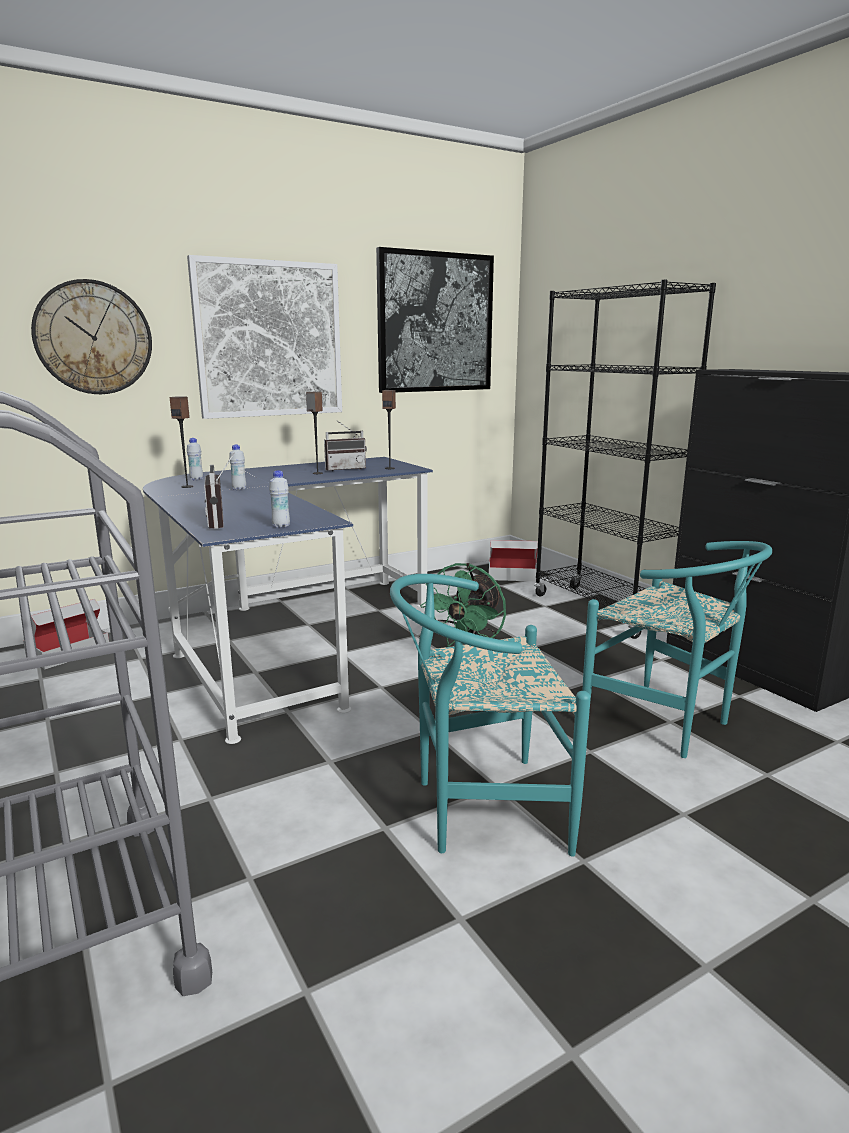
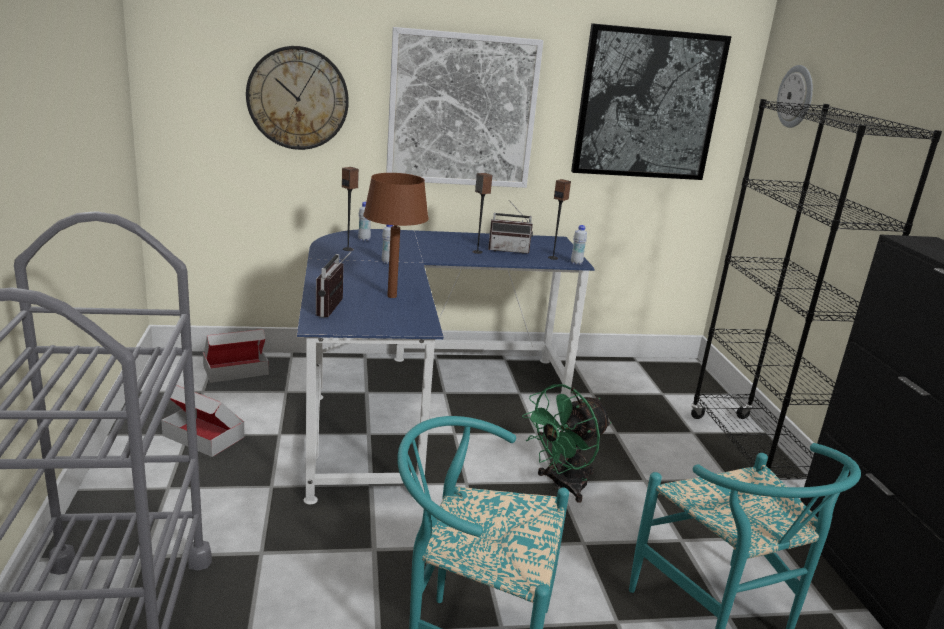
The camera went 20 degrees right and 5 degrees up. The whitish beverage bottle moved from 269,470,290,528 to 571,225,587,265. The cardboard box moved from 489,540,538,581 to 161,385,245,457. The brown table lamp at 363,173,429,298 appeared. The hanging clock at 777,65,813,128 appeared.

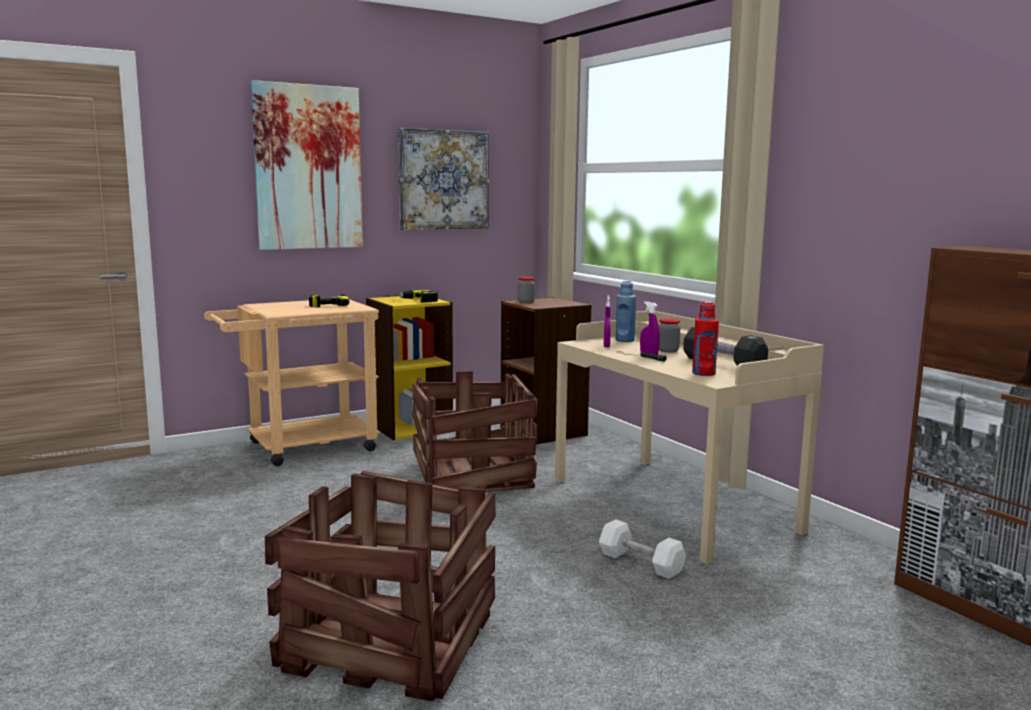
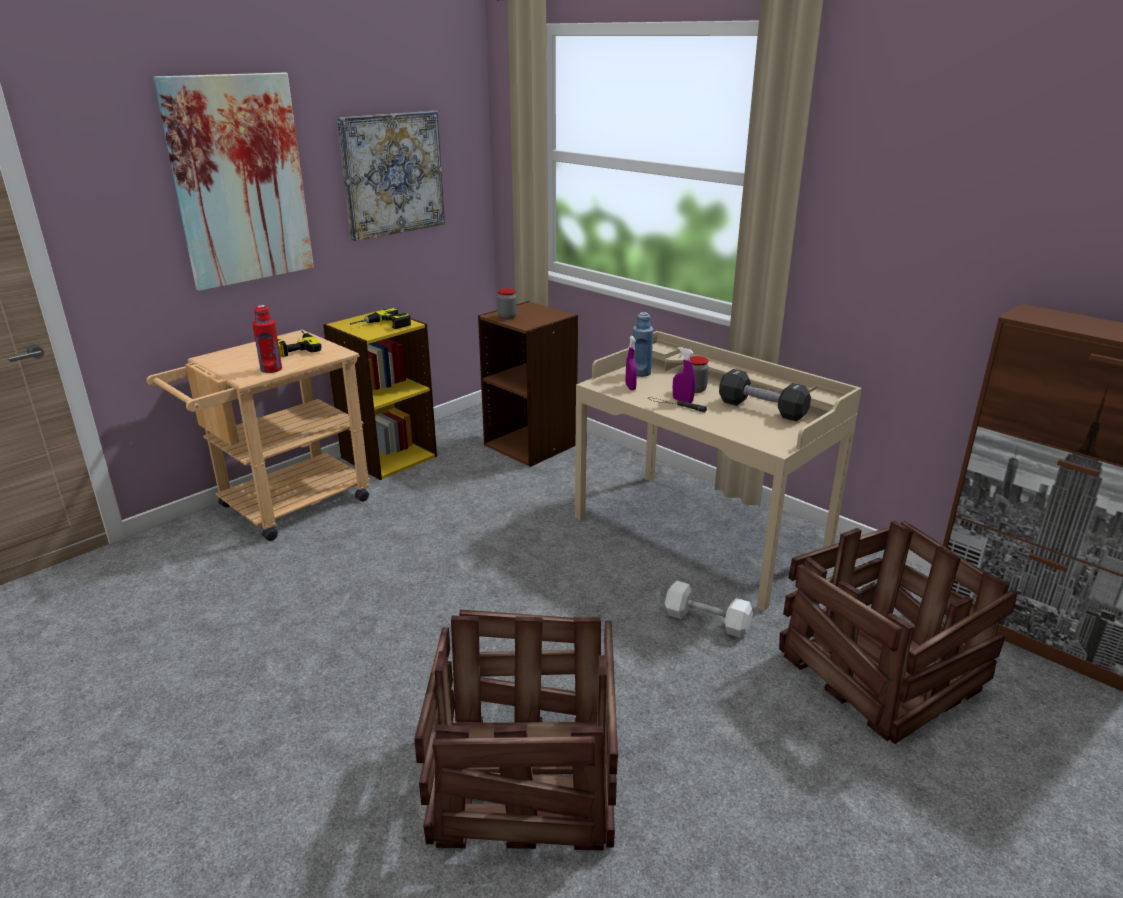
The camera went 15 degrees left and 15 degrees up. The crate moved from 412,371,538,492 to 779,520,1017,744. The red beverage bottle moved from 692,301,719,376 to 252,305,282,373.

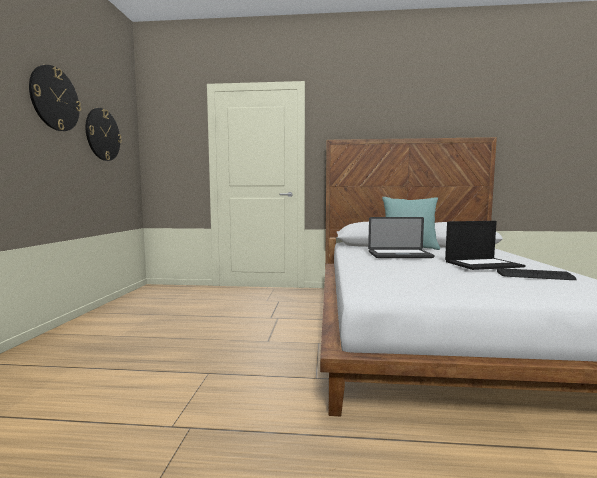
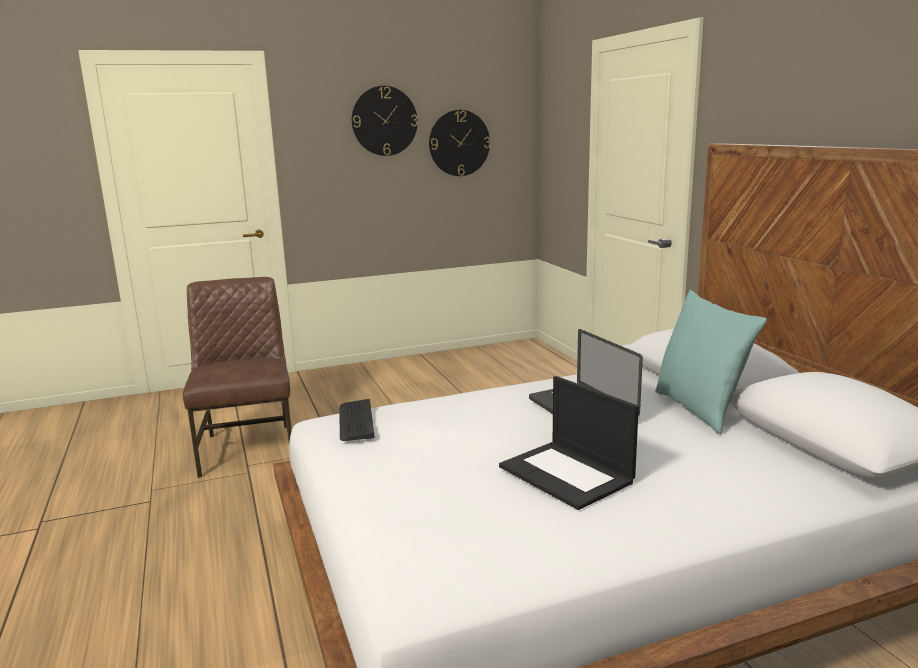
The camera went 65 degrees right and 10 degrees up. The computer keyboard moved from 497,268,577,280 to 339,399,374,441. The brown upright chair at 183,277,292,478 appeared.

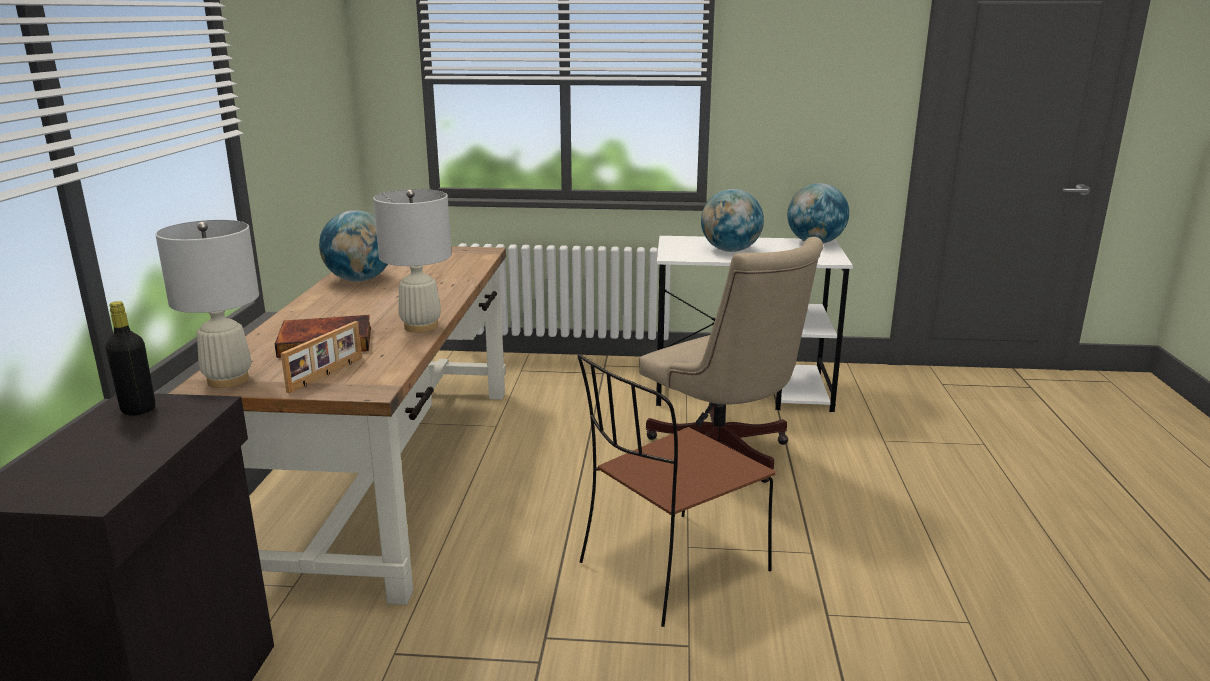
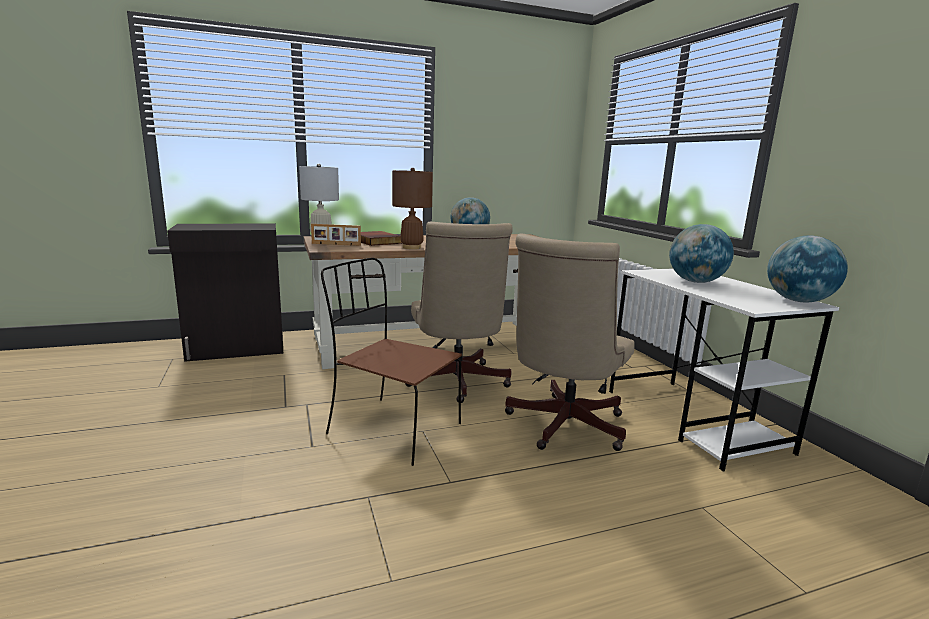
The camera went 65 degrees right and 5 degrees down. The blackish beverage bottle at 105,301,155,415 disappeared. The whitish table lamp at 373,189,451,333 became the brown table lamp at 392,168,433,249. The sand-coloured desk chair at 405,222,513,403 appeared.

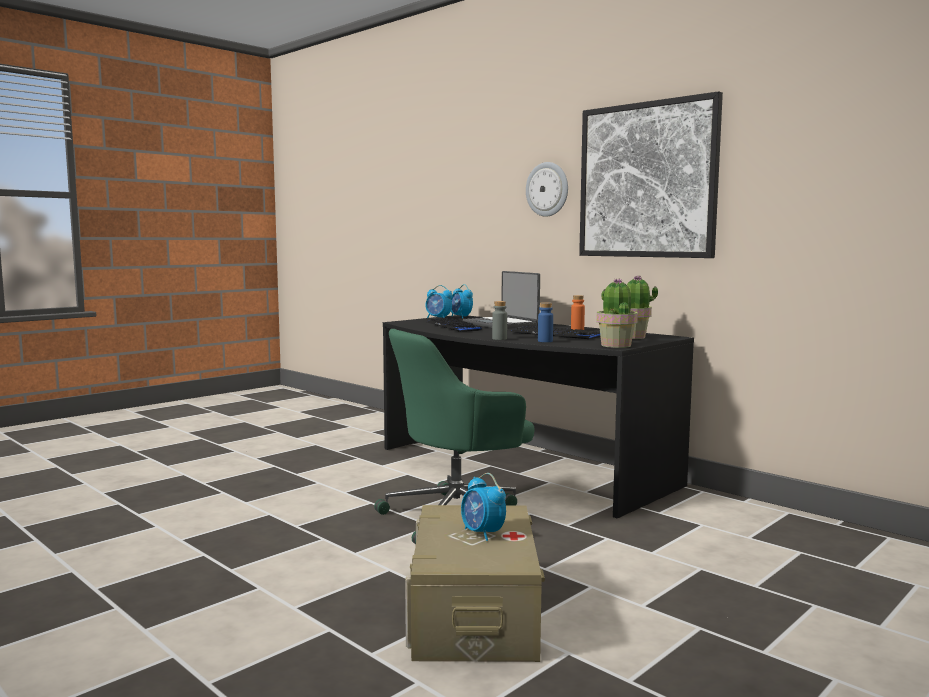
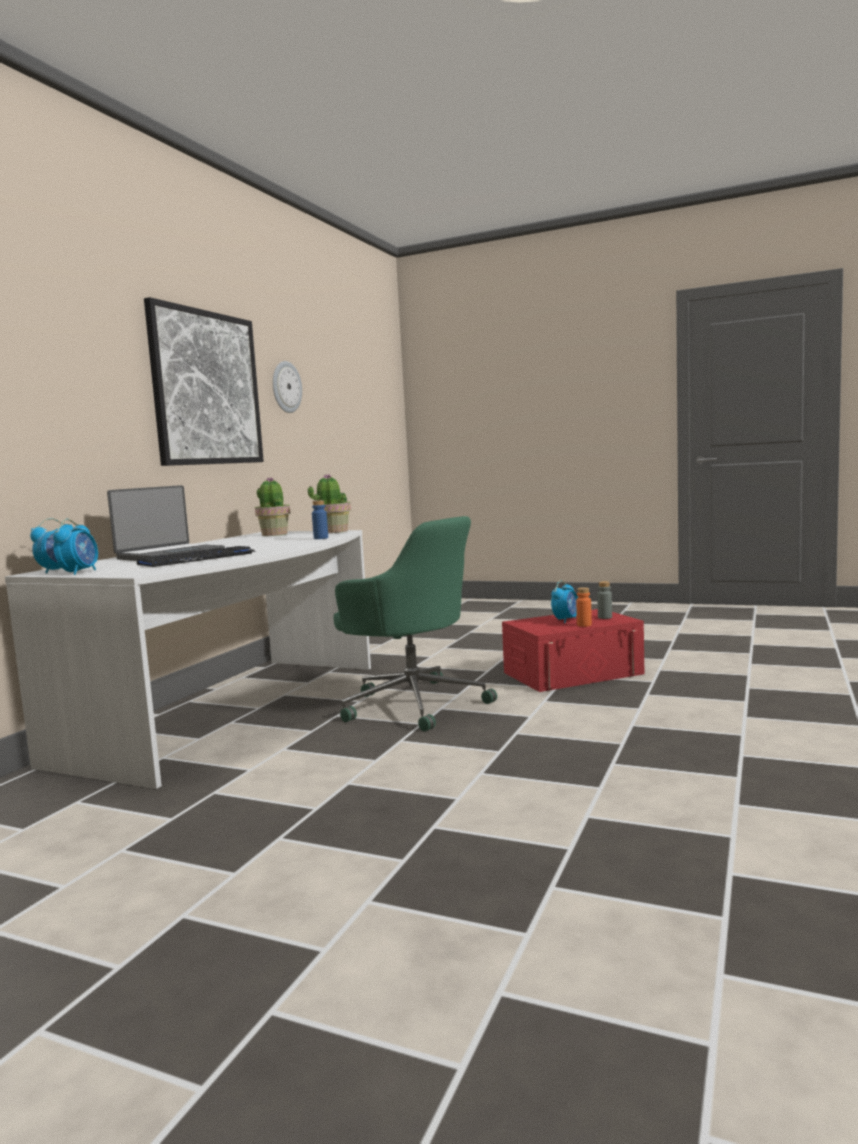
The camera went 110 degrees left and 0 degrees up. The blackish desk table at 383,315,694,519 became the whitish desk table at 5,530,371,789. The sand-coloured storage container at 405,505,545,662 became the red storage container at 502,609,644,692. The greyish beverage bottle moved from 492,301,507,340 to 597,581,612,619. The computer keyboard at 511,325,600,339 disappeared. The hanging clock moved from 526,162,568,217 to 273,361,302,413. The orangey beverage bottle moved from 571,295,585,330 to 576,587,592,627.

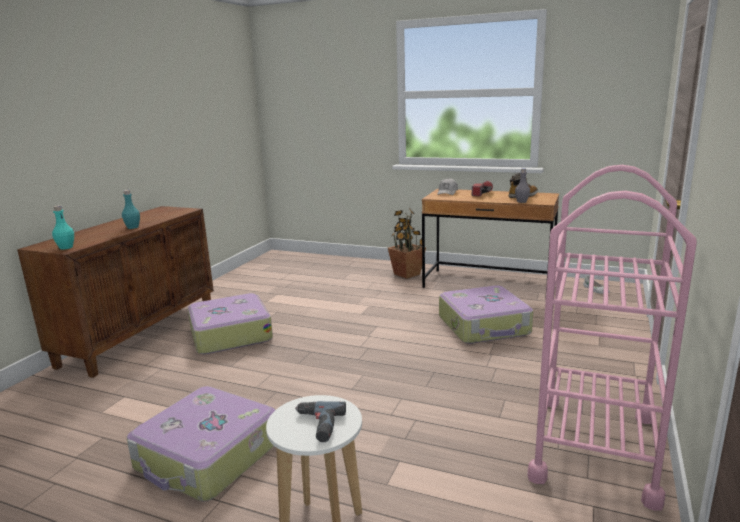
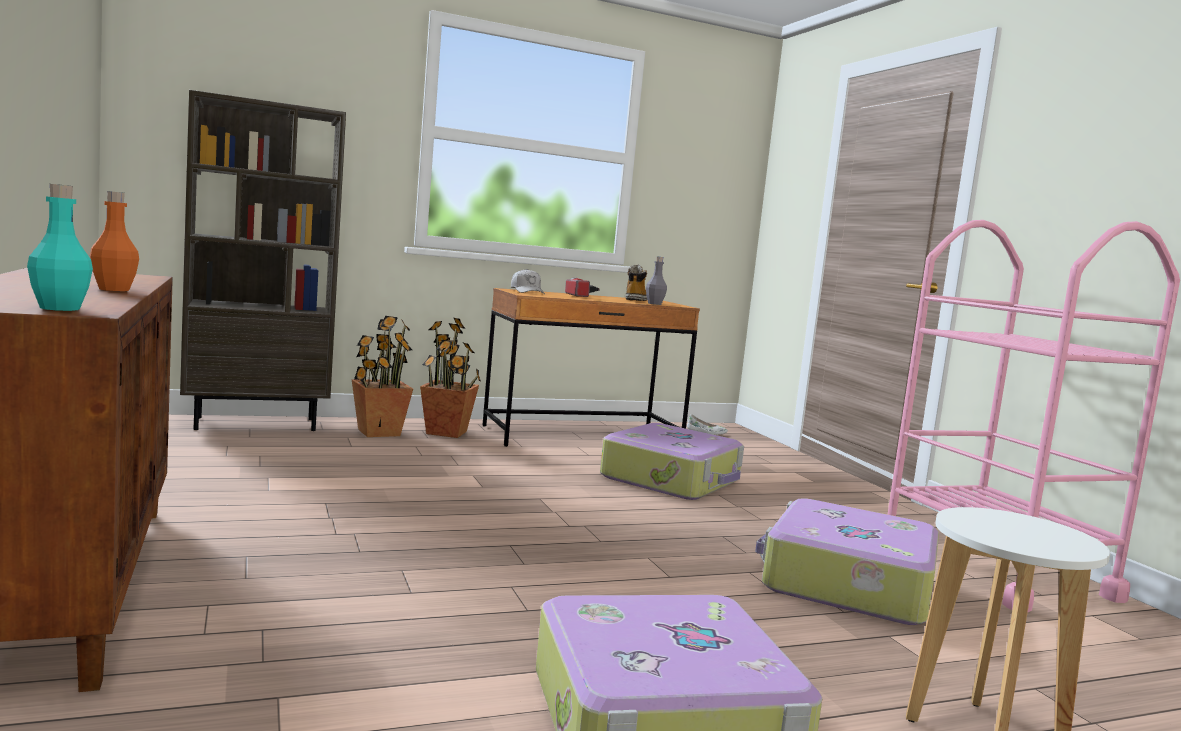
The camera went 45 degrees left and 10 degrees down. The turquoise beverage bottle at 122,190,140,229 became the orangey beverage bottle at 90,191,139,291. The travel case moved from 188,293,273,354 to 755,498,939,625. The drill at 295,401,346,442 disappeared. The brown bookshelf at 180,90,346,431 appeared. The plant in a pot at 352,316,413,437 appeared.

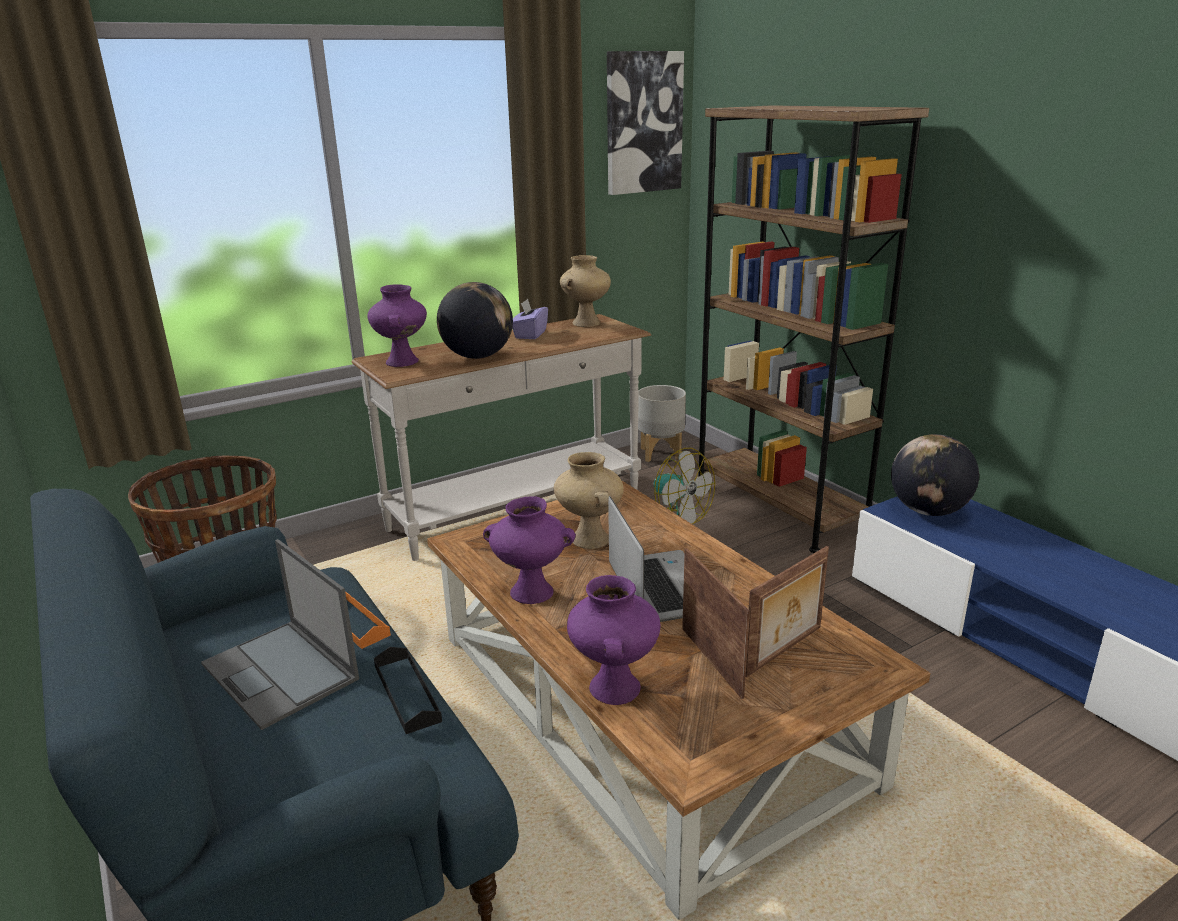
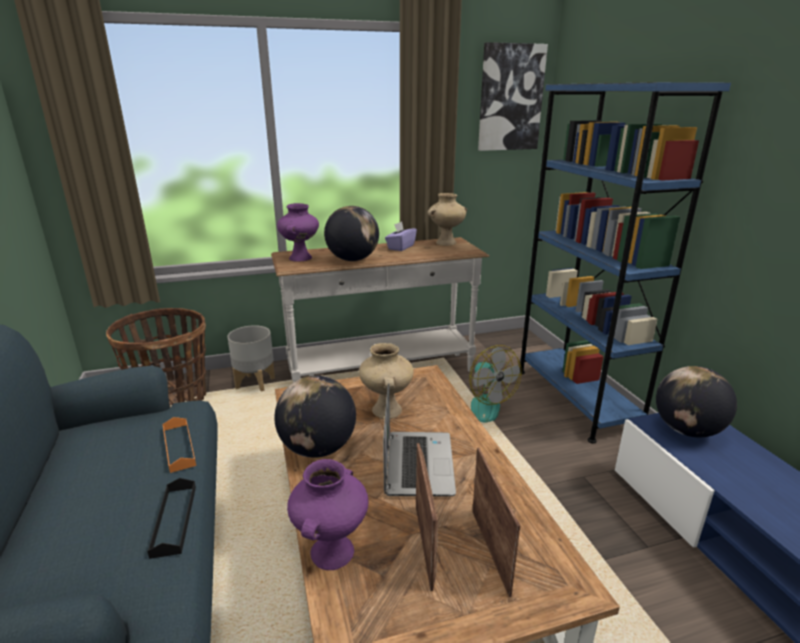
The camera went 15 degrees right and 0 degrees up. The notebook computer at 201,539,359,730 disappeared. The purple decorative vase at 483,496,576,604 was replaced by the globe at 274,376,356,458. The greyish plant pot moved from 638,385,686,462 to 227,325,275,392. The brown bookshelf at 698,105,929,553 became the blue-coloured bookshelf at 520,82,731,444. The photo frame at 746,546,829,677 turned 75 degrees counterclockwise.

